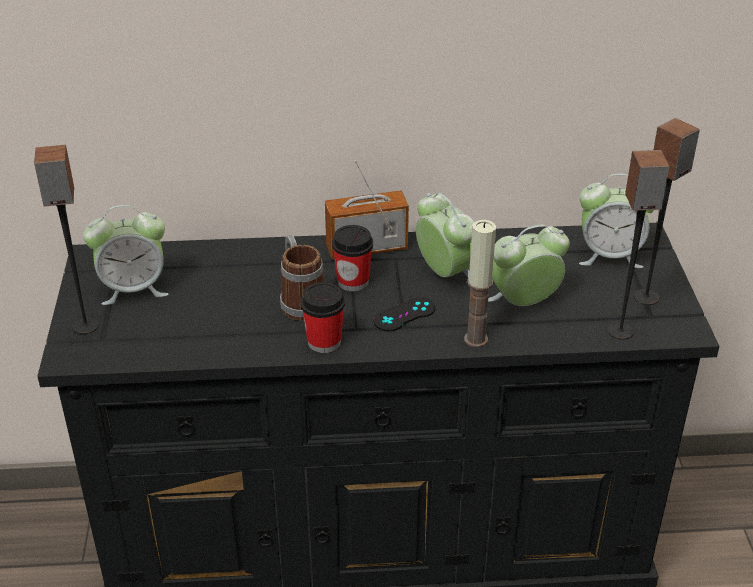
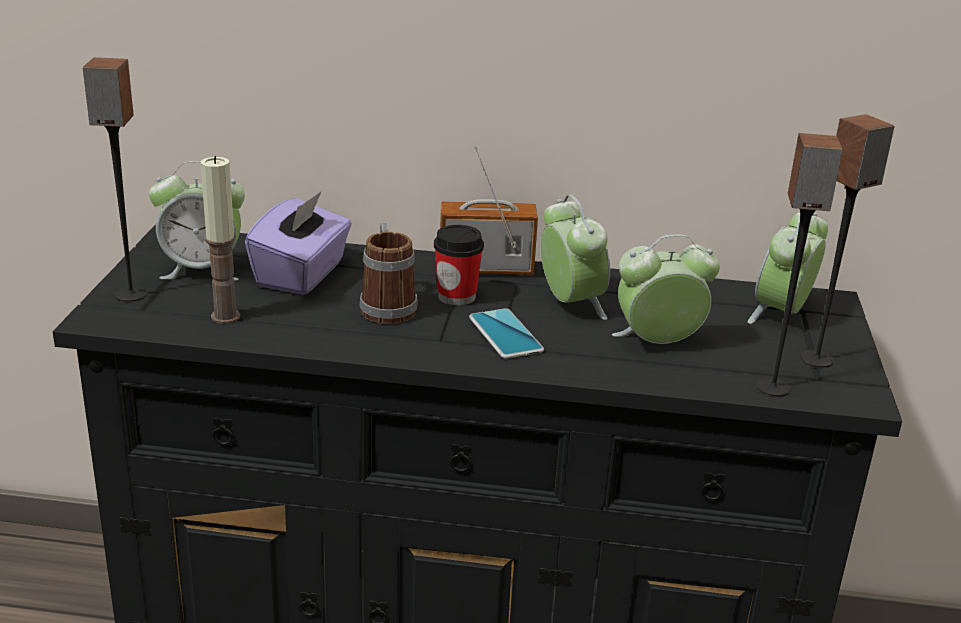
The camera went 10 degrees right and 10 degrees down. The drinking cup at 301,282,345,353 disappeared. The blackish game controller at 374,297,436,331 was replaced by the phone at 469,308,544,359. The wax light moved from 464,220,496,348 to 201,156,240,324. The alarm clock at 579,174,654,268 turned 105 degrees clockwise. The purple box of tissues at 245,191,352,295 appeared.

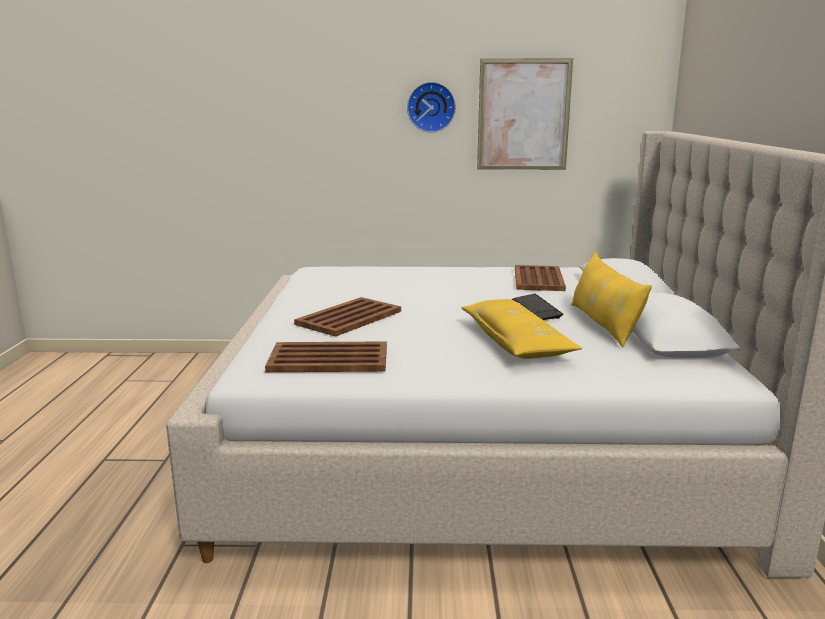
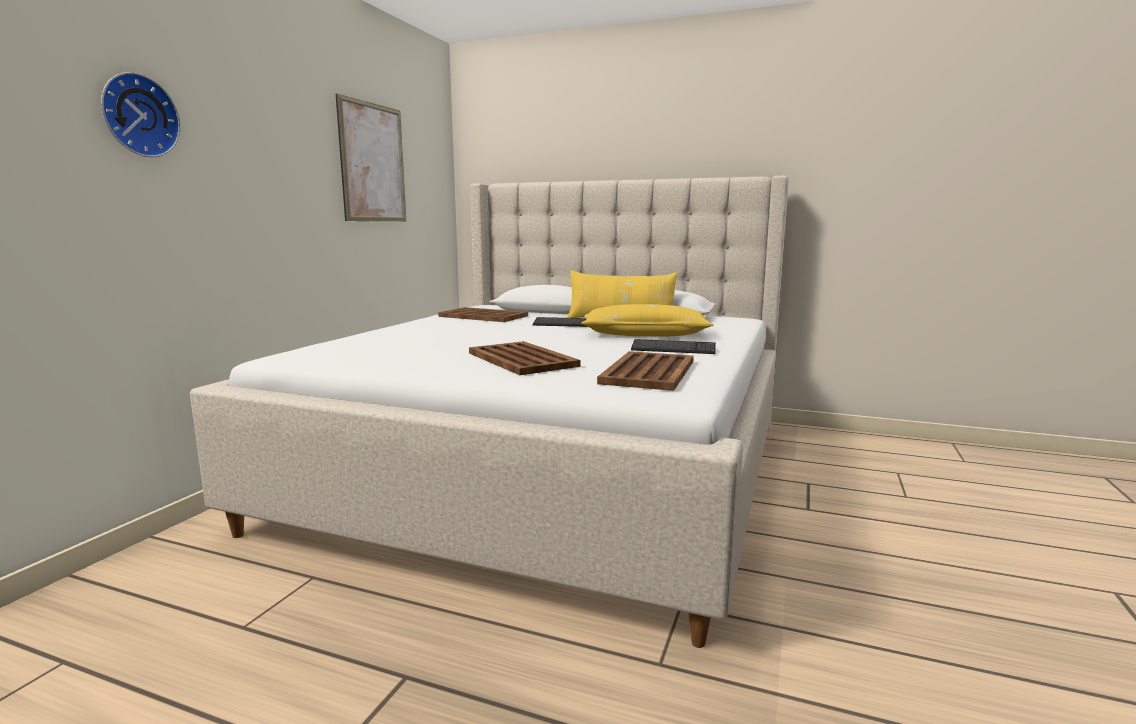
The camera went 70 degrees left and 5 degrees down. The hanging clock moved from 407,82,456,133 to 101,72,180,157. The computer keyboard at 631,339,716,354 appeared.

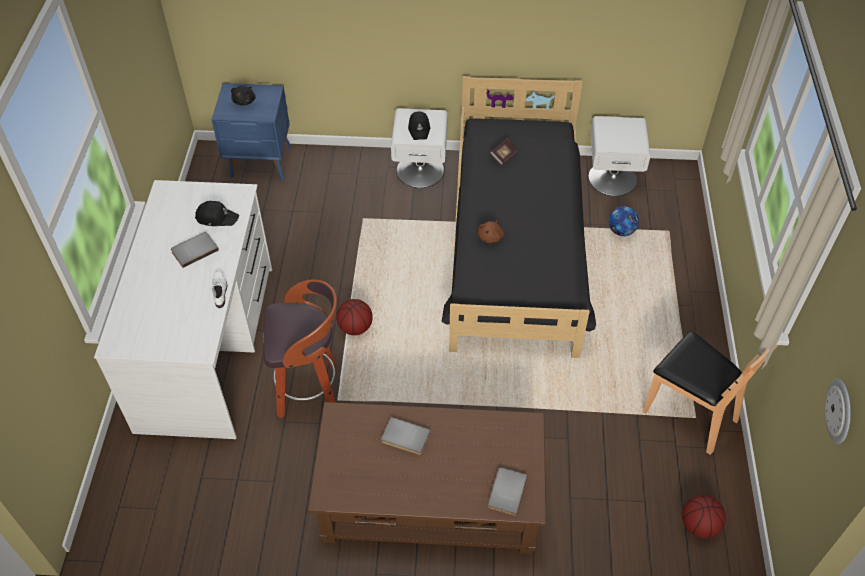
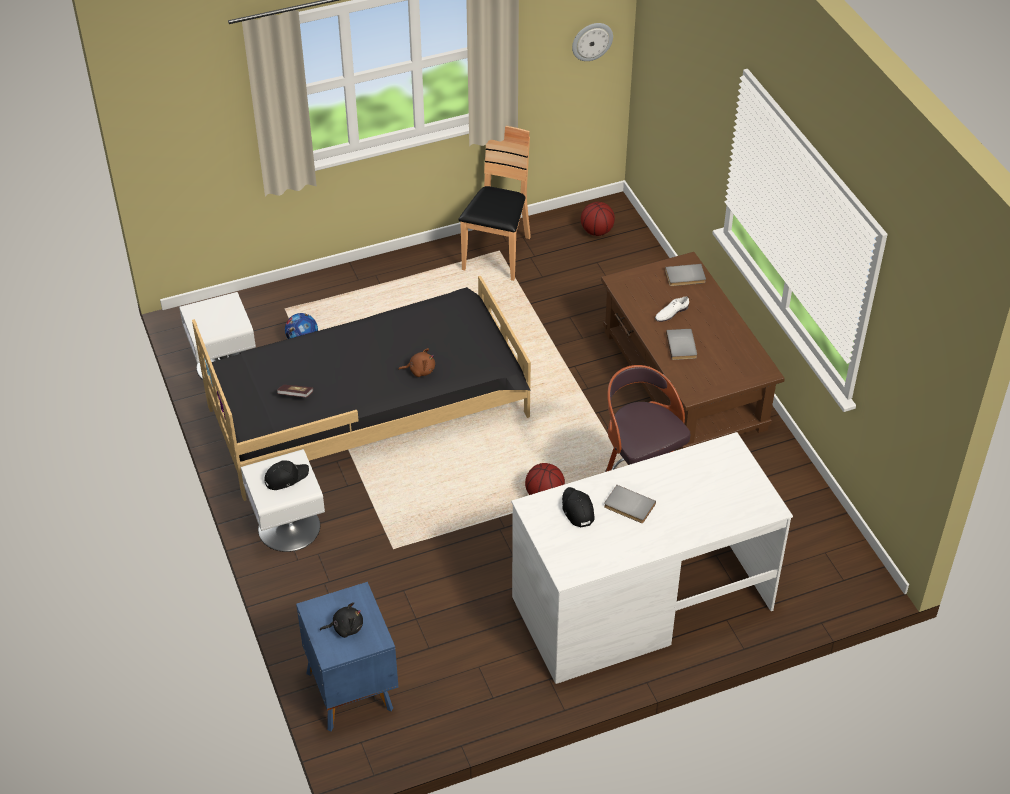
The camera went 115 degrees left and 5 degrees down. The whitish low shoe moved from 212,271,227,308 to 655,296,689,322.

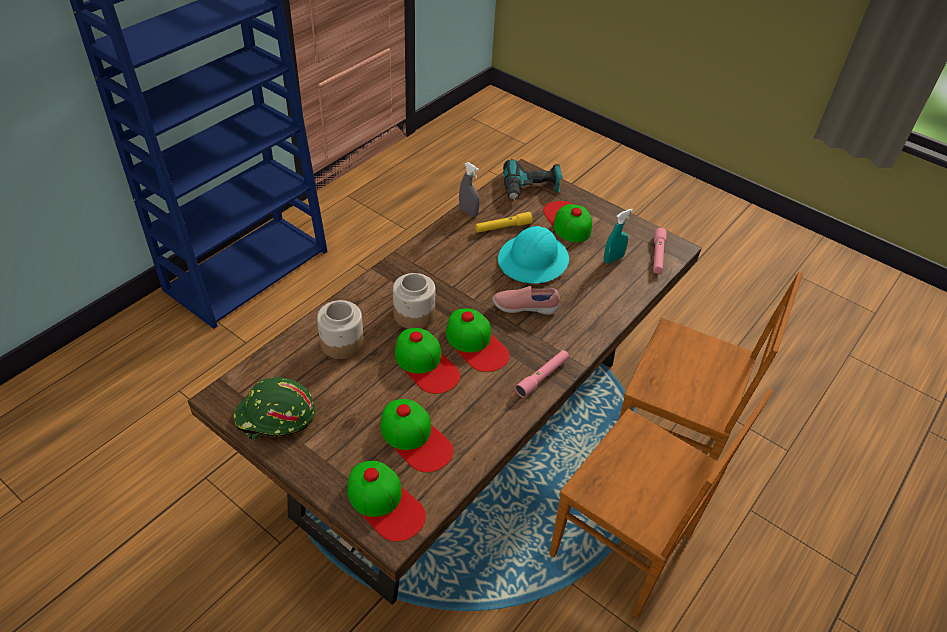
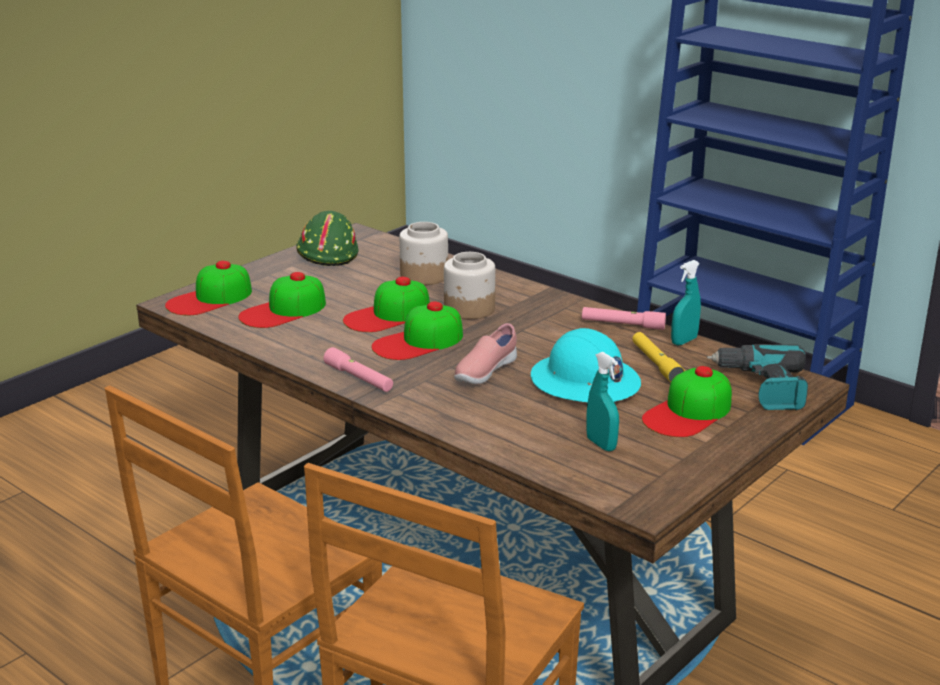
The camera went 95 degrees right and 20 degrees down. The greyish sprayer at 459,162,480,217 became the turquoise sprayer at 671,260,701,345. The pink-coloured low shoe at 492,286,560,315 turned 150 degrees counterclockwise. The baseball cap at 543,201,592,243 turned 150 degrees clockwise. The pink-coloured flashlight moved from 653,228,667,274 to 582,307,666,330.

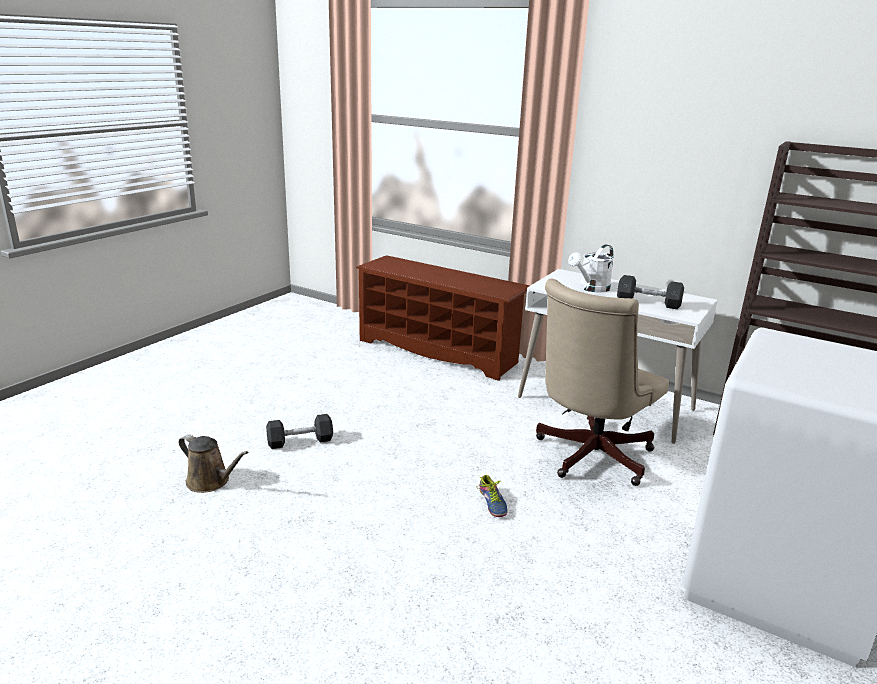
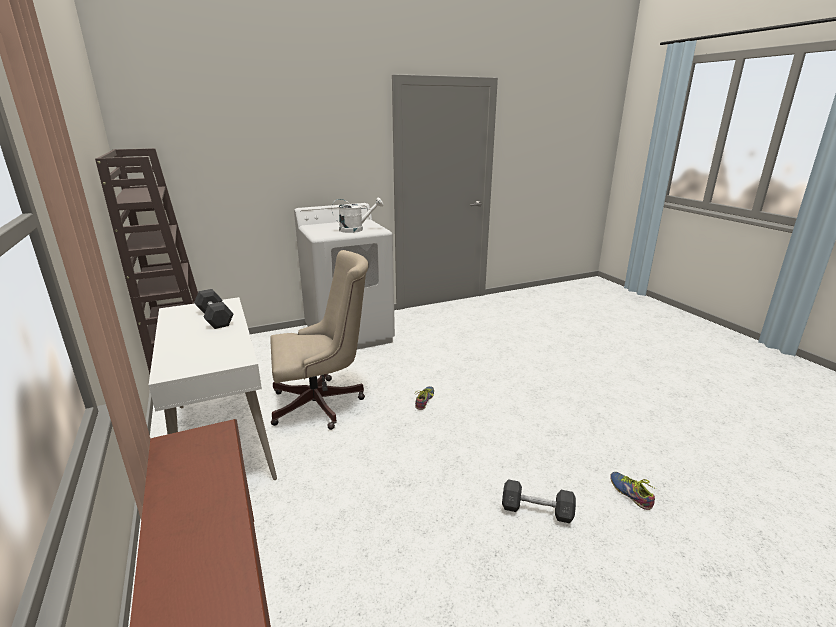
The camera went 145 degrees left and 0 degrees up. The brown watering pot at 179,434,249,493 was replaced by the low shoe at 610,472,656,510. The whitish watering pot moved from 568,244,614,293 to 332,197,384,233.

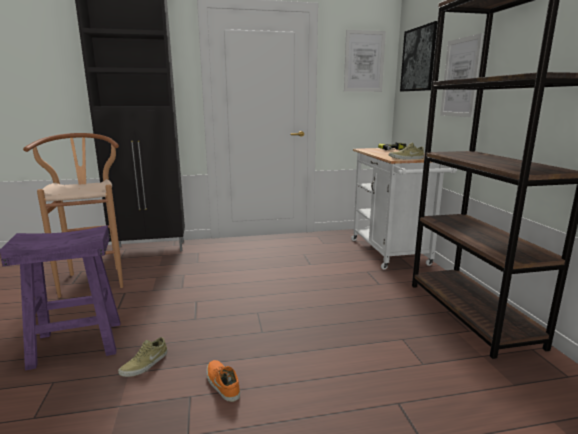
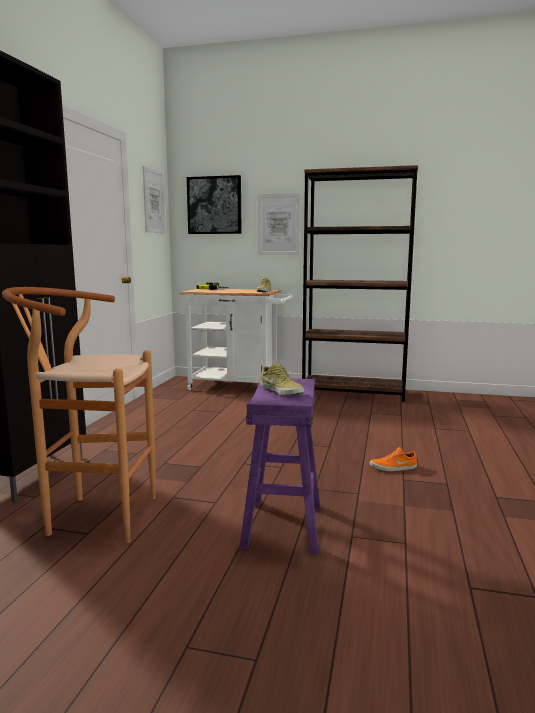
The camera went 65 degrees left and 5 degrees down. The sand-coloured low shoe moved from 118,337,167,377 to 260,362,304,395.

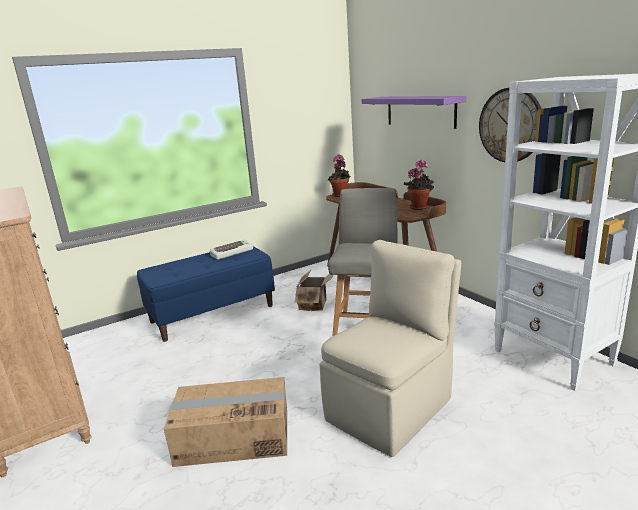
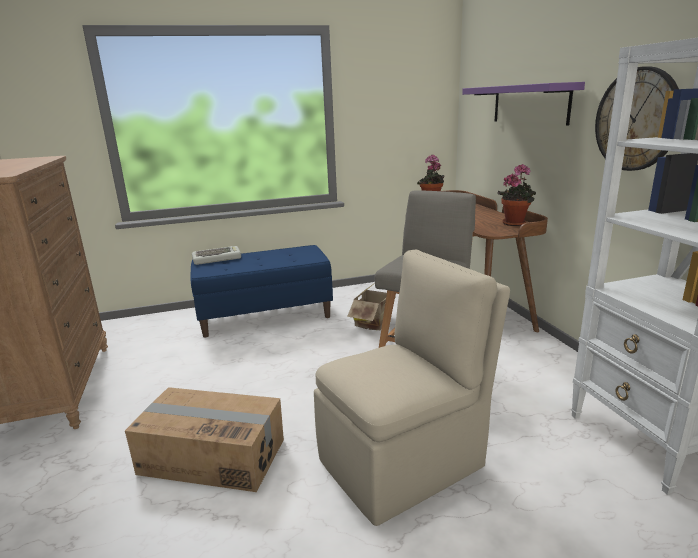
The camera went 15 degrees right and 0 degrees up. The computer keyboard moved from 210,239,253,260 to 192,246,241,265.

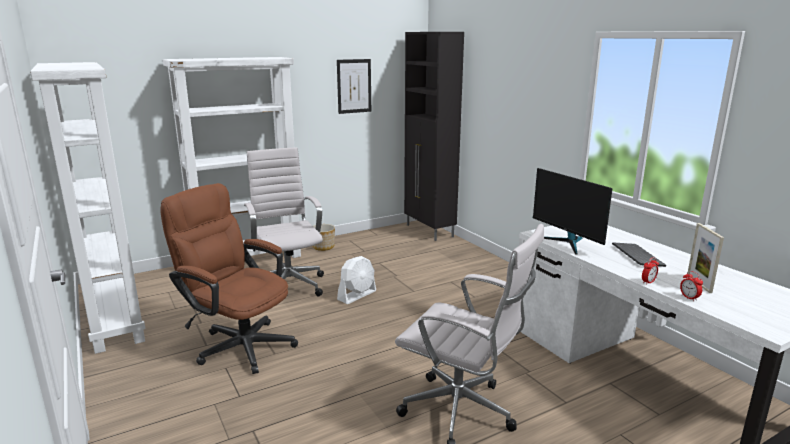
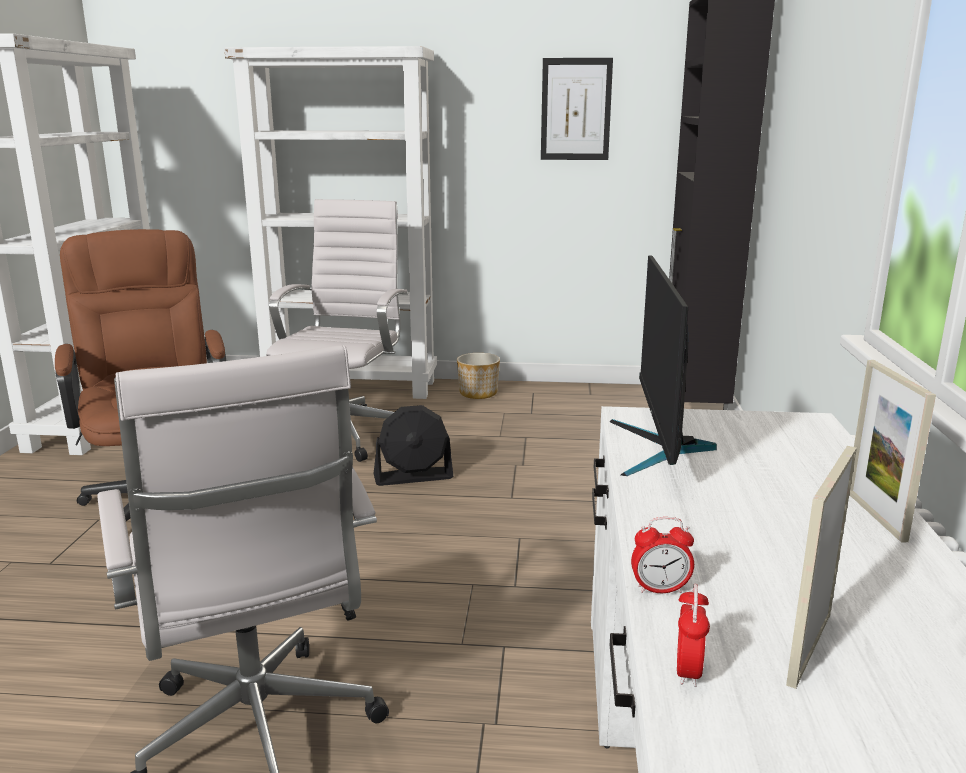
The camera went 35 degrees right and 0 degrees up. The whitish electric fan at 337,256,376,304 became the blackish electric fan at 374,405,454,486. The computer keyboard at 612,242,666,267 disappeared. The photo frame at 849,360,936,543 appeared.

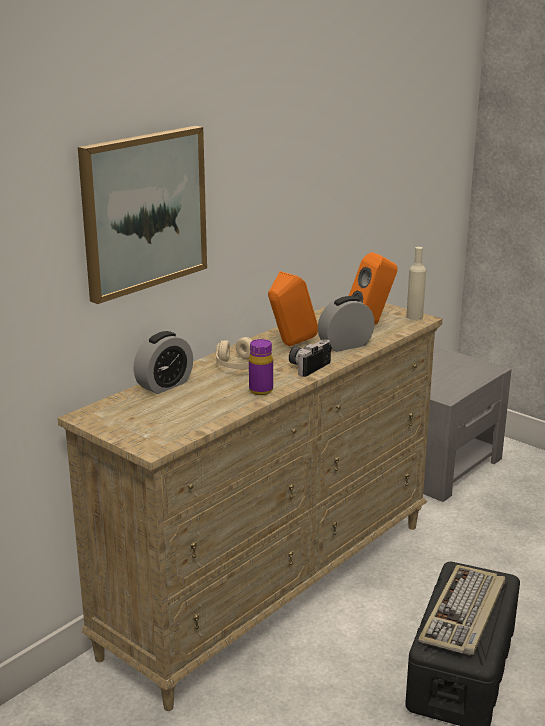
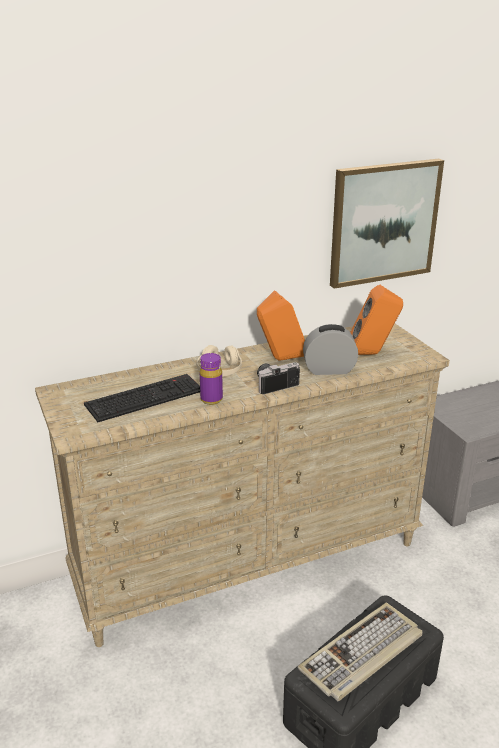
The camera went 25 degrees right and 5 degrees up. The picture moved from 78,126,207,304 to 330,159,444,289. The alarm clock at 133,331,193,394 disappeared. The sand-coloured beverage bottle at 406,247,426,320 disappeared. The computer keyboard at 84,374,200,422 appeared.

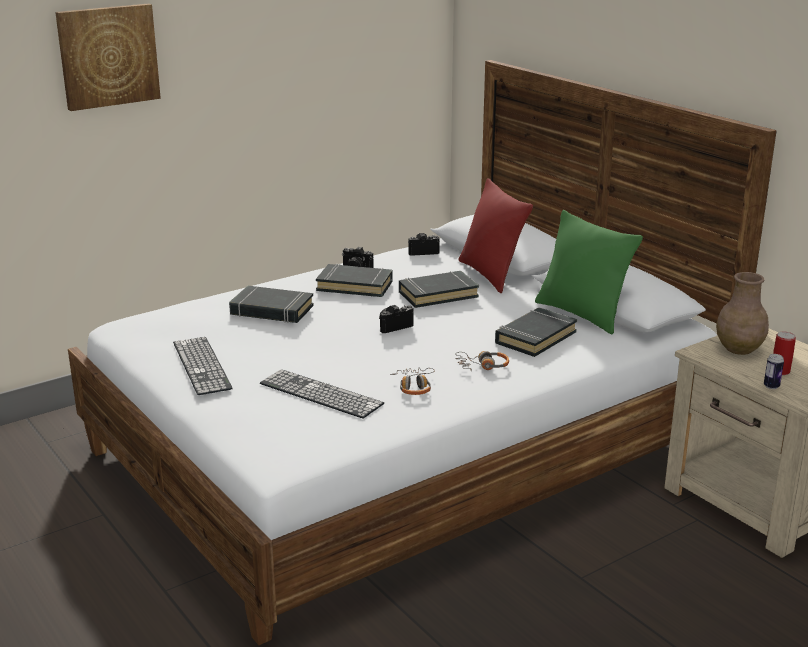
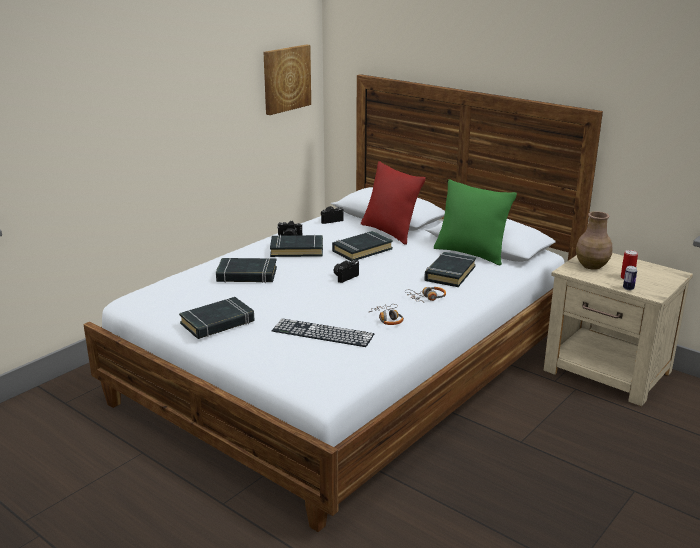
The camera went 15 degrees left and 0 degrees up. The picture moved from 55,4,161,111 to 263,44,311,115. The computer keyboard at 173,337,233,395 was replaced by the blackish book at 179,297,255,339.

